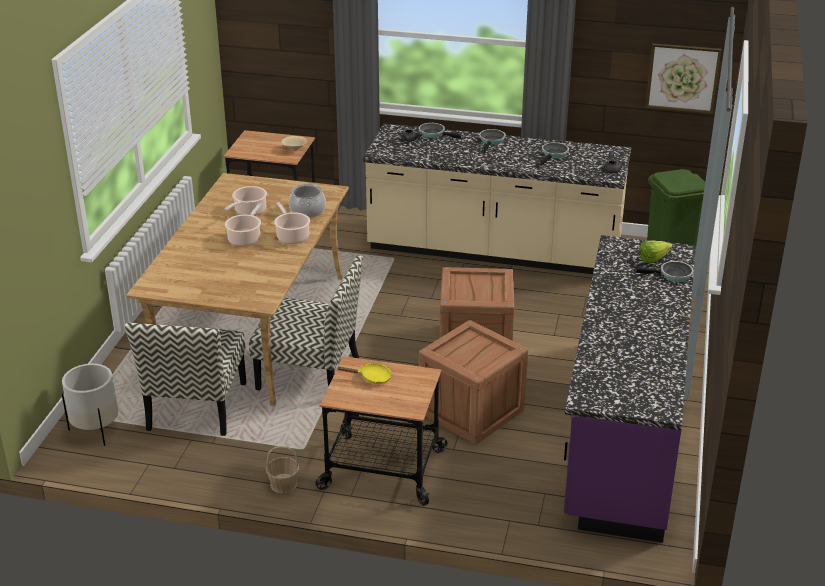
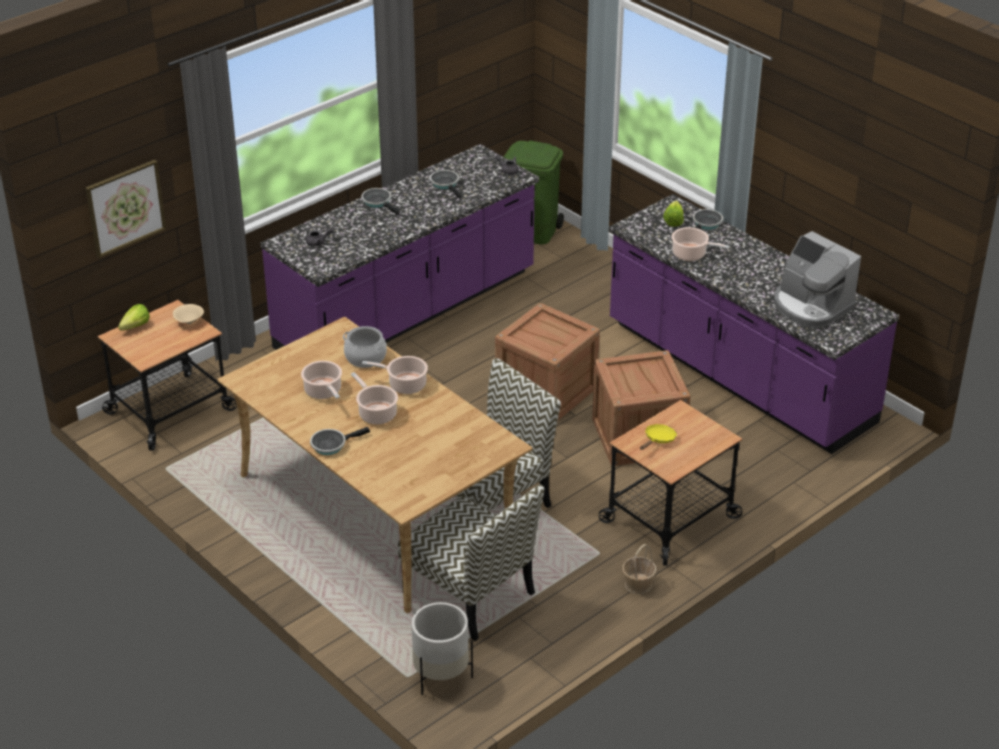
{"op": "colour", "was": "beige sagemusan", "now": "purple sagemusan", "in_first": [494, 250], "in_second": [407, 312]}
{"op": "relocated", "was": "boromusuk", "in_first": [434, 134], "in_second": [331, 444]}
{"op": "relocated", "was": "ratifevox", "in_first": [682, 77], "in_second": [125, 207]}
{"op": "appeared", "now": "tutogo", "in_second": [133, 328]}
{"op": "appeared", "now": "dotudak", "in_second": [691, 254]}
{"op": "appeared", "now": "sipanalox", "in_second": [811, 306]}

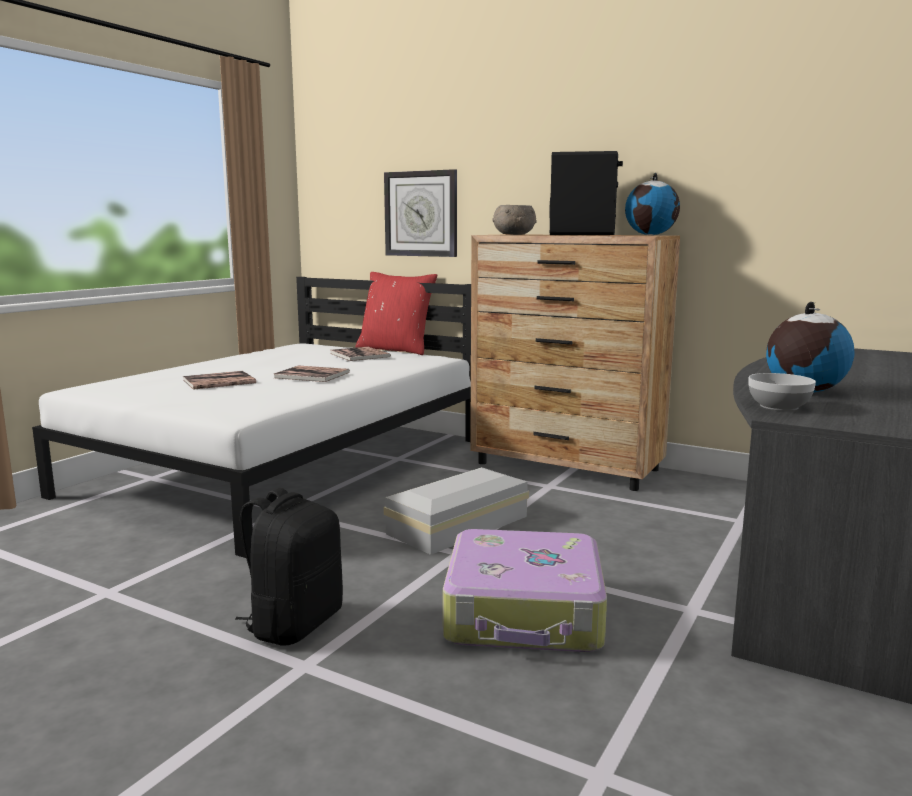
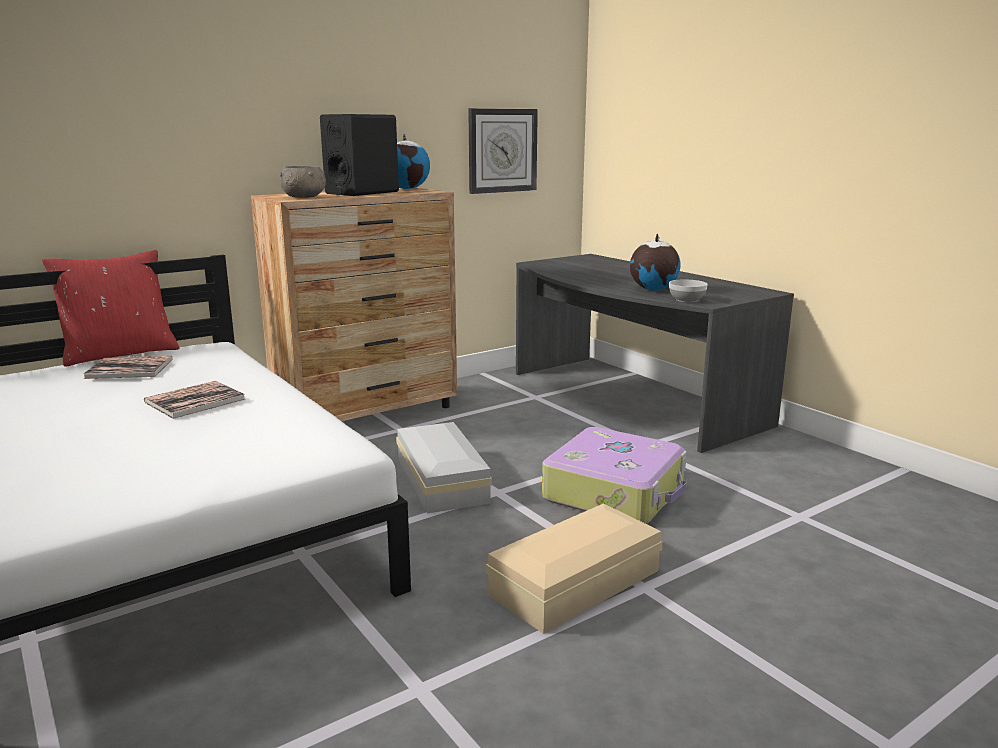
{"op": "missing", "was": "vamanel", "in_first": [219, 382]}
{"op": "exchanged", "was": "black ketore", "now": "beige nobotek", "in_first": [294, 623], "in_second": [572, 582]}
{"op": "relocated", "was": "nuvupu", "in_first": [421, 214], "in_second": [502, 150]}

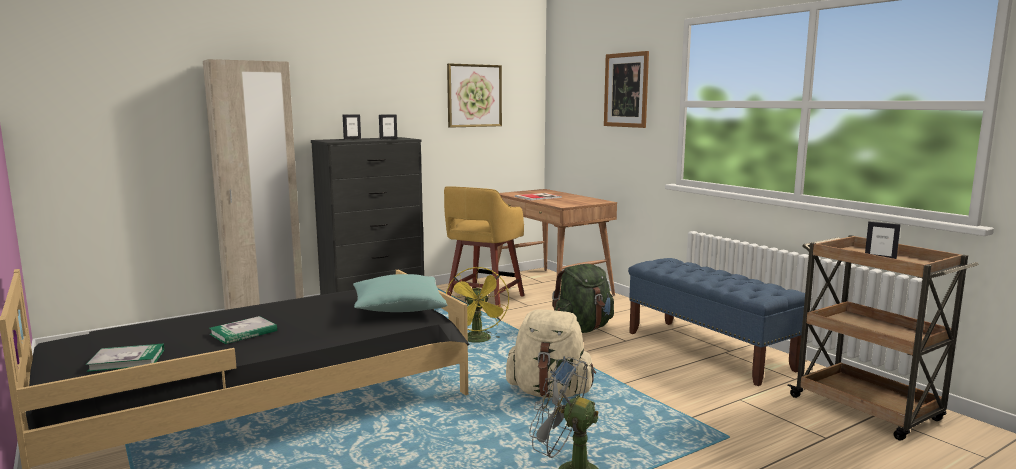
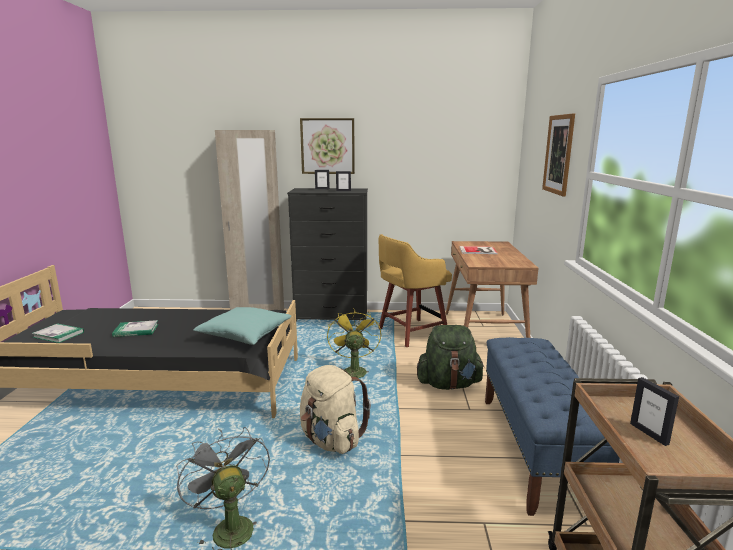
{"op": "spun", "was": "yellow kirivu", "in_first": [479, 341], "in_second": [353, 370], "clockwise": 150}
{"op": "relocated", "was": "ratifevox", "in_first": [474, 95], "in_second": [327, 146]}

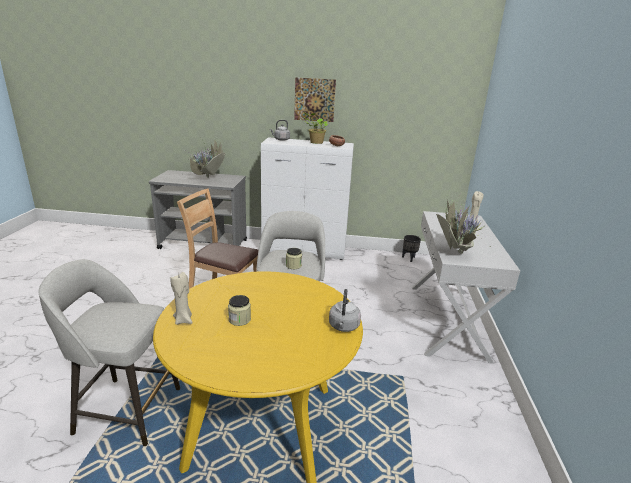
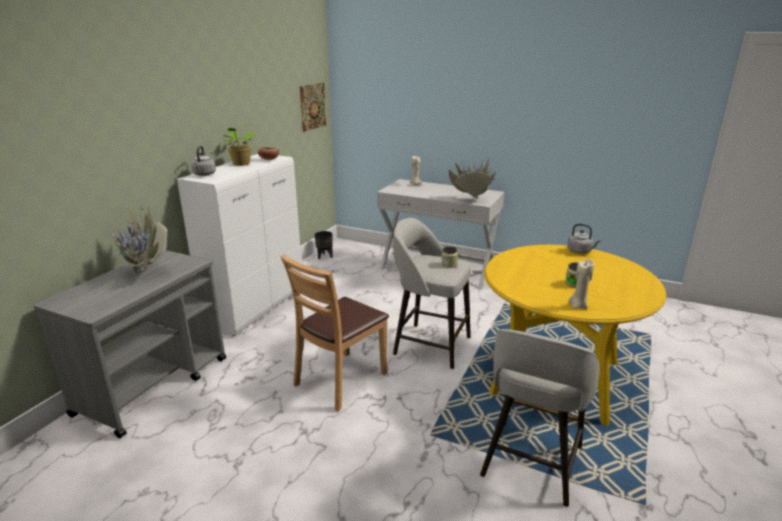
{"op": "relocated", "was": "ratifevox", "in_first": [314, 100], "in_second": [313, 106]}

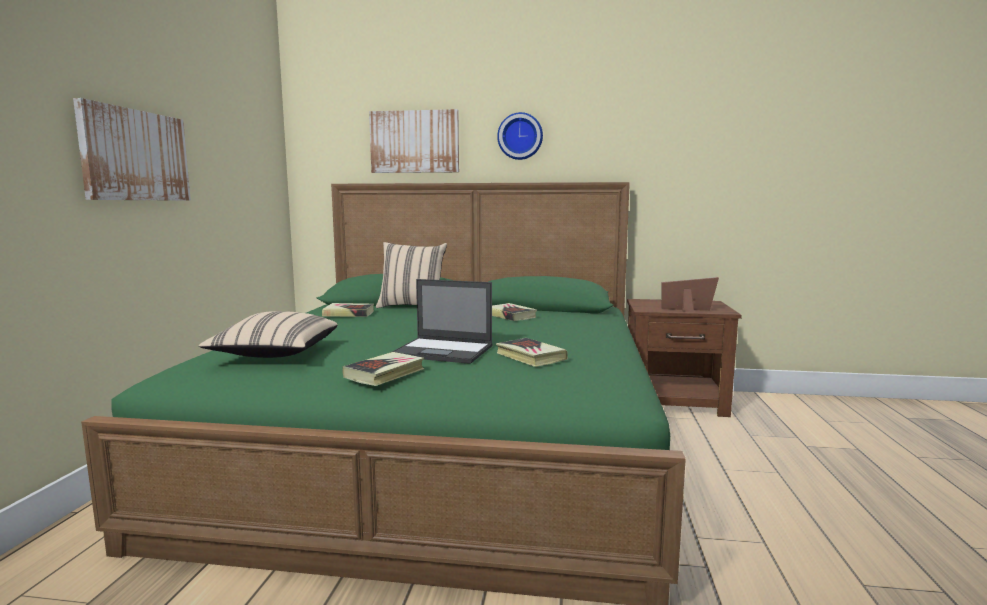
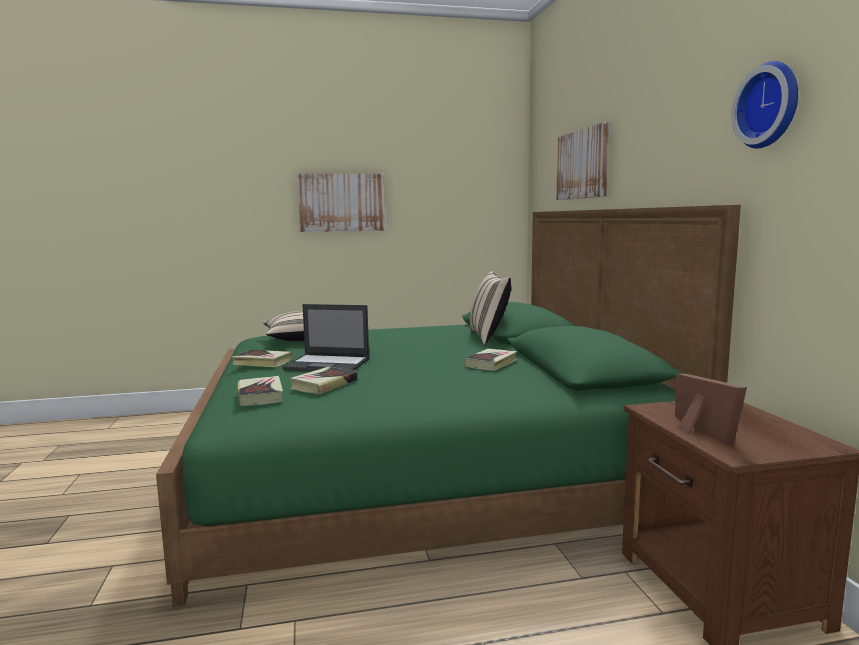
{"op": "relocated", "was": "vamanel", "in_first": [348, 314], "in_second": [260, 395]}
{"op": "spun", "was": "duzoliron", "in_first": [444, 351], "in_second": [328, 364], "clockwise": -75}
{"op": "relocated", "was": "nuvupu", "in_first": [520, 136], "in_second": [770, 105]}

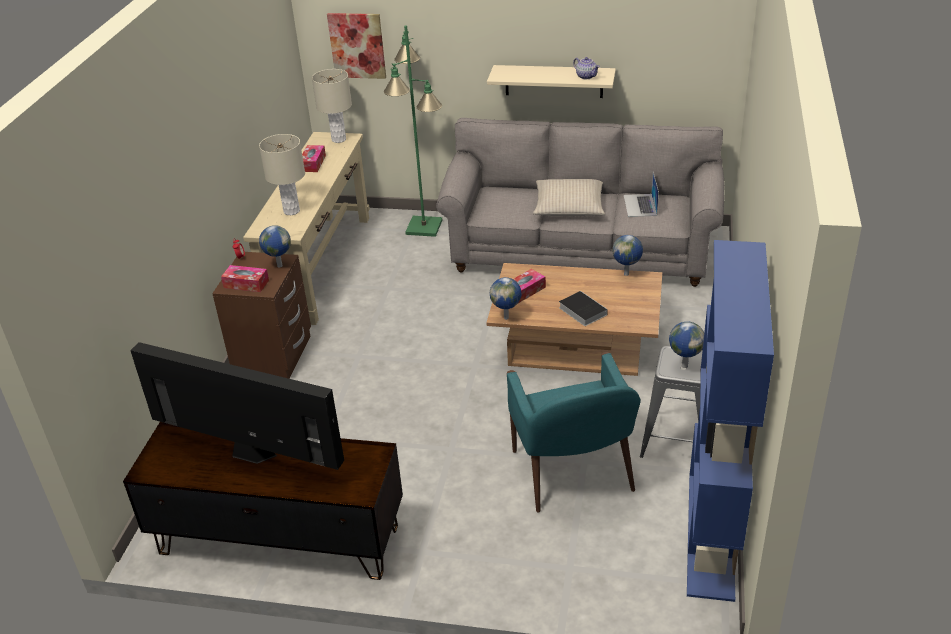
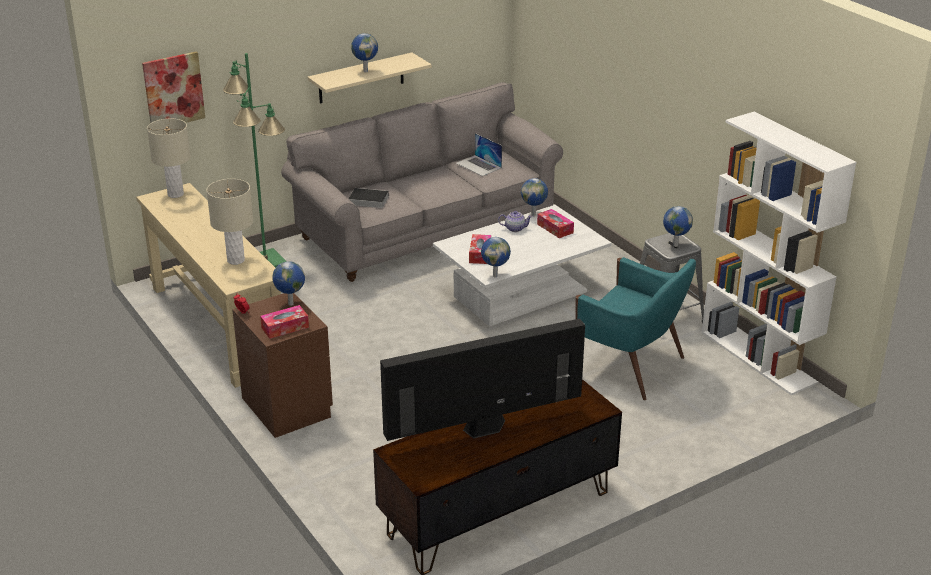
{"op": "relocated", "was": "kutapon", "in_first": [313, 163], "in_second": [555, 228]}
{"op": "colour", "was": "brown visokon", "now": "white visokon", "in_first": [576, 348], "in_second": [520, 294]}
{"op": "missing", "was": "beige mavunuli", "in_first": [569, 206]}
{"op": "relocated", "was": "vamanel", "in_first": [581, 310], "in_second": [367, 200]}
{"op": "relocated", "was": "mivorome", "in_first": [586, 76], "in_second": [514, 228]}
{"op": "colour", "was": "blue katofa", "now": "white katofa", "in_first": [711, 535], "in_second": [759, 357]}
{"op": "appeared", "now": "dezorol", "in_second": [365, 71]}

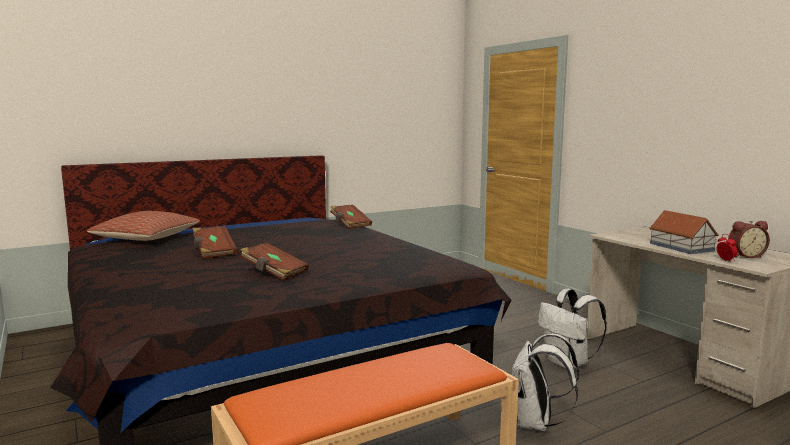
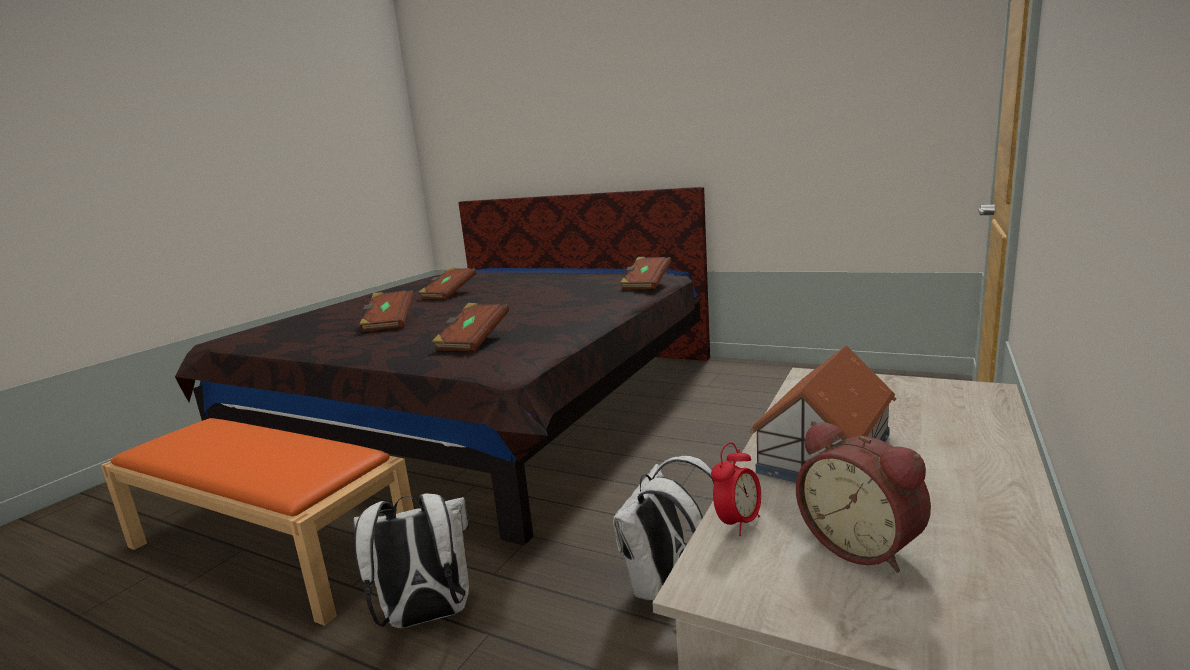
{"op": "missing", "was": "mavunuli", "in_first": [146, 238]}
{"op": "appeared", "now": "brown vamanel", "in_second": [472, 341]}

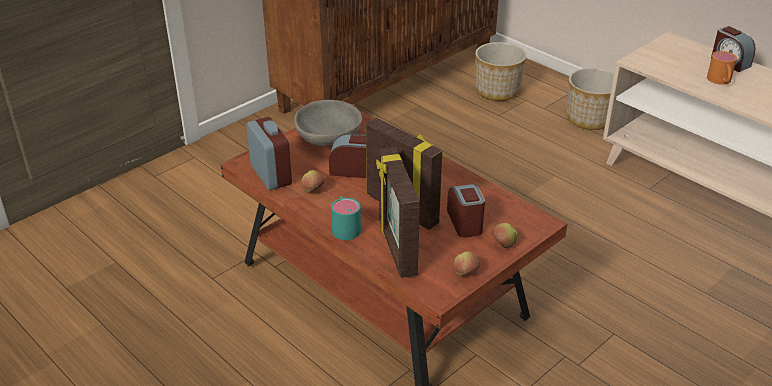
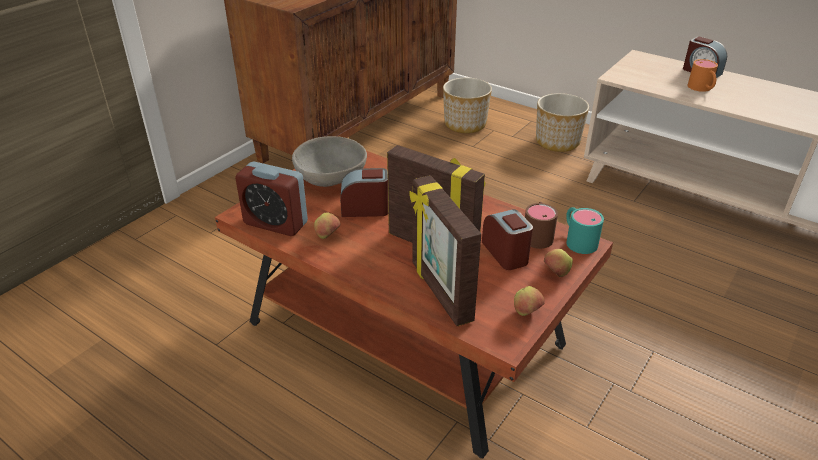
{"op": "spun", "was": "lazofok", "in_first": [271, 175], "in_second": [275, 223], "clockwise": 150}
{"op": "relocated", "was": "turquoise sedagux", "in_first": [345, 226], "in_second": [577, 240]}
{"op": "appeared", "now": "brown sedagux", "in_second": [537, 234]}

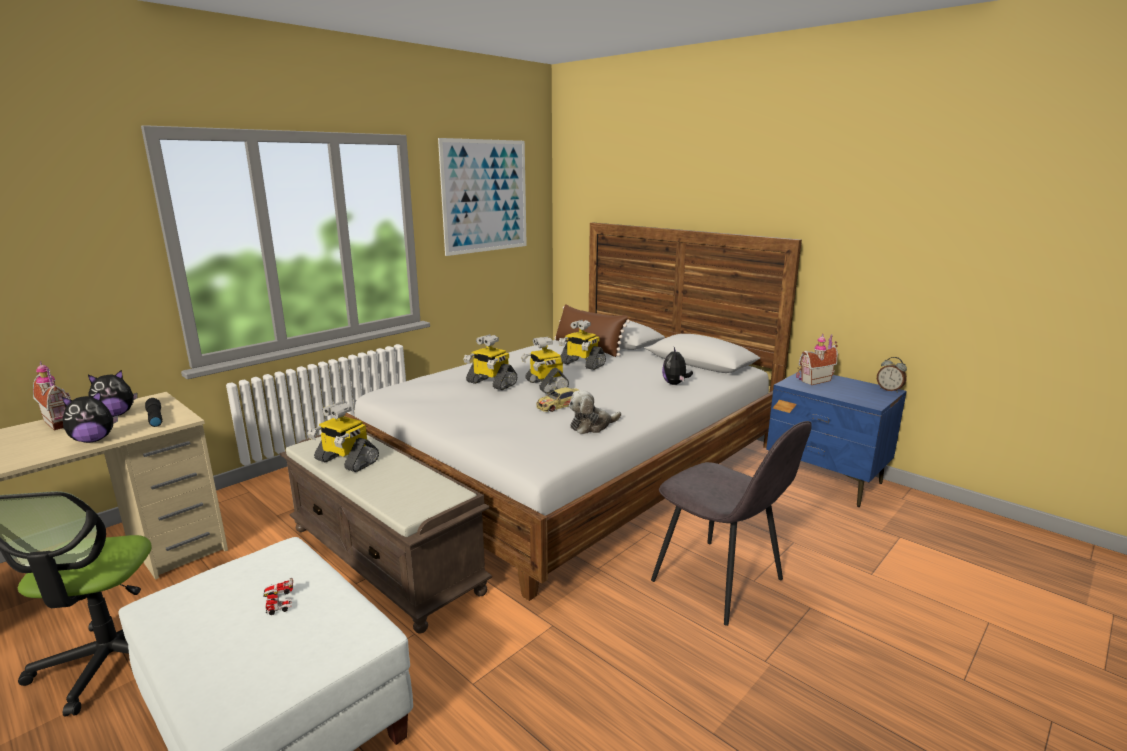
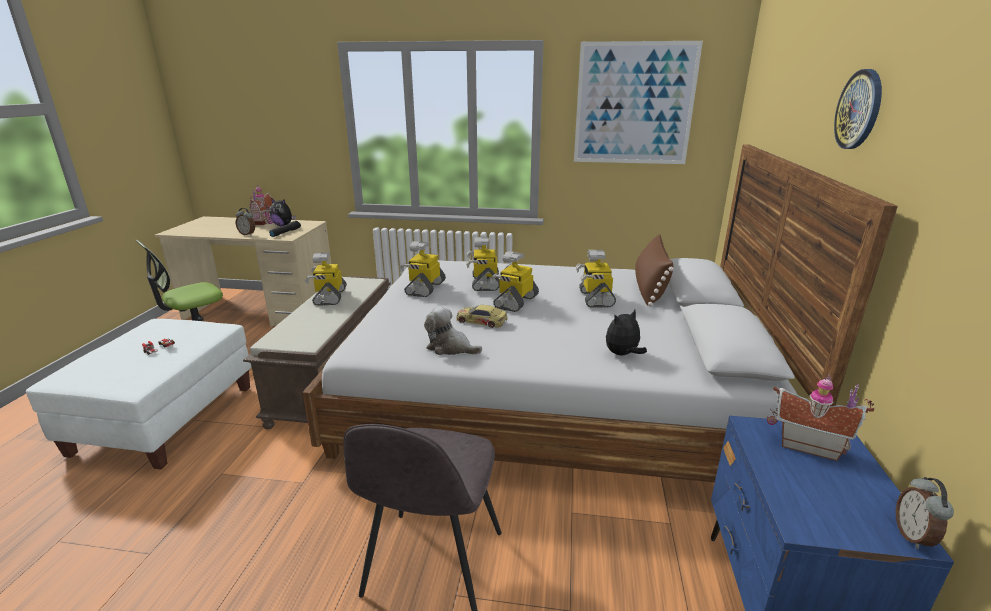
{"op": "exchanged", "was": "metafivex", "now": "lazofok", "in_first": [93, 440], "in_second": [247, 234]}
{"op": "appeared", "now": "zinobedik", "in_second": [424, 288]}
{"op": "appeared", "now": "nuvupu", "in_second": [859, 109]}

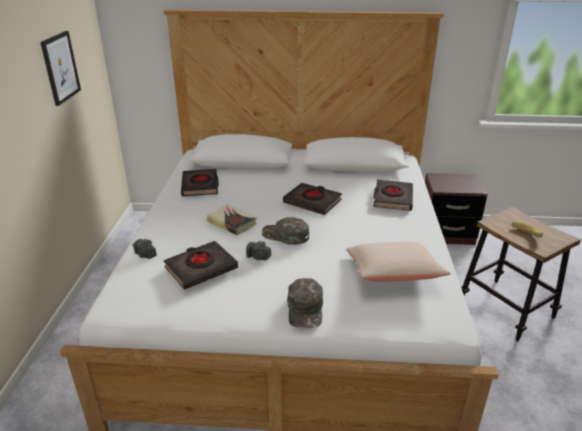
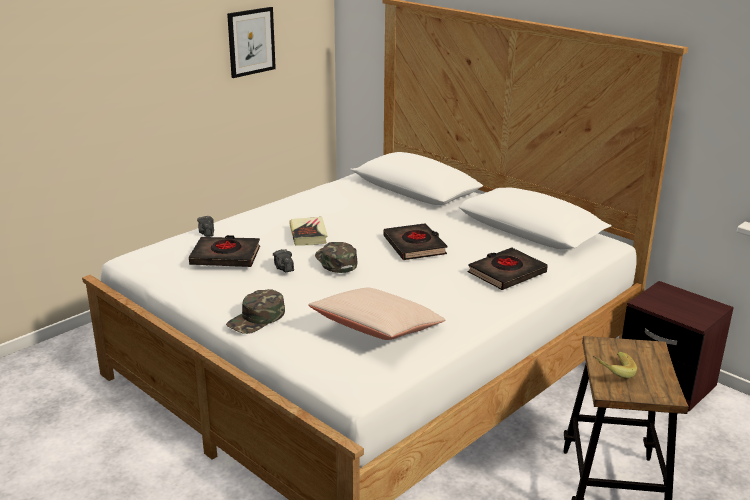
{"op": "missing", "was": "black vamanel", "in_first": [200, 186]}

